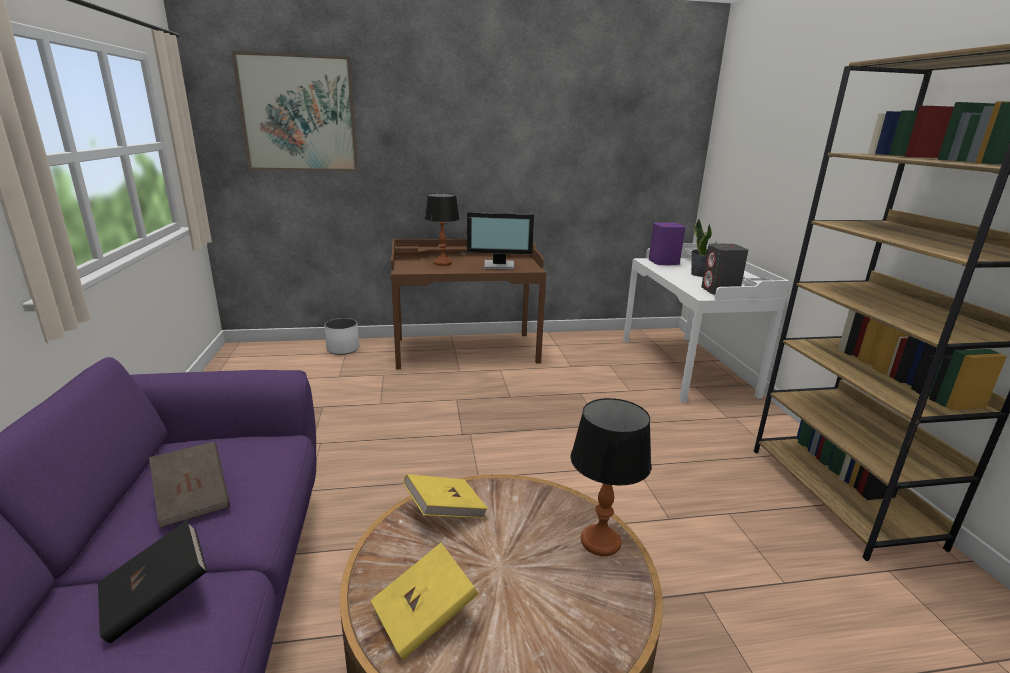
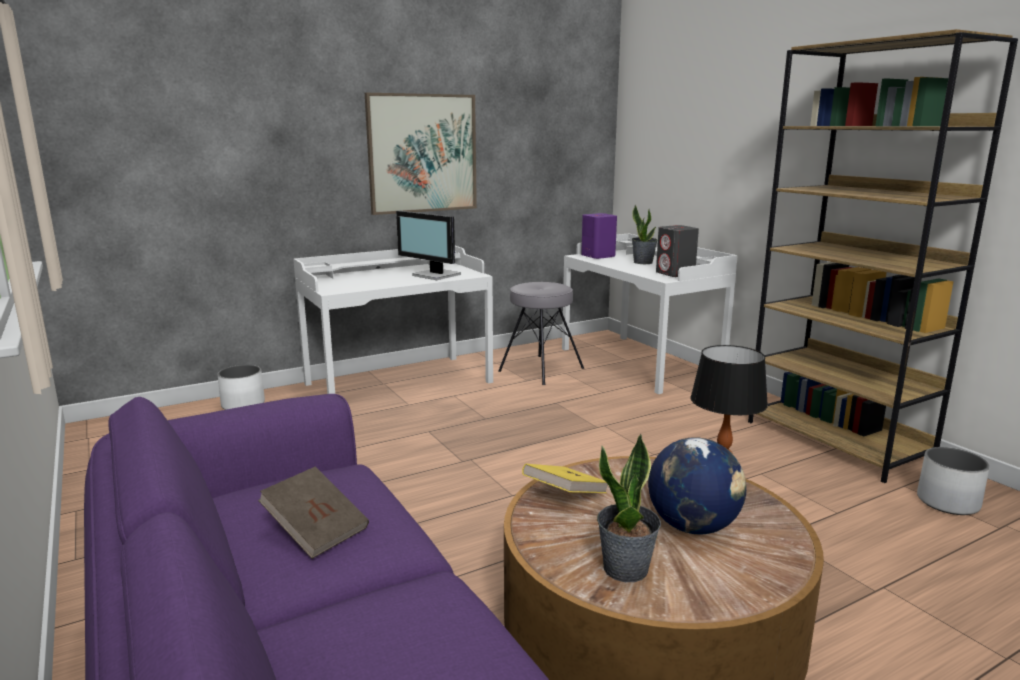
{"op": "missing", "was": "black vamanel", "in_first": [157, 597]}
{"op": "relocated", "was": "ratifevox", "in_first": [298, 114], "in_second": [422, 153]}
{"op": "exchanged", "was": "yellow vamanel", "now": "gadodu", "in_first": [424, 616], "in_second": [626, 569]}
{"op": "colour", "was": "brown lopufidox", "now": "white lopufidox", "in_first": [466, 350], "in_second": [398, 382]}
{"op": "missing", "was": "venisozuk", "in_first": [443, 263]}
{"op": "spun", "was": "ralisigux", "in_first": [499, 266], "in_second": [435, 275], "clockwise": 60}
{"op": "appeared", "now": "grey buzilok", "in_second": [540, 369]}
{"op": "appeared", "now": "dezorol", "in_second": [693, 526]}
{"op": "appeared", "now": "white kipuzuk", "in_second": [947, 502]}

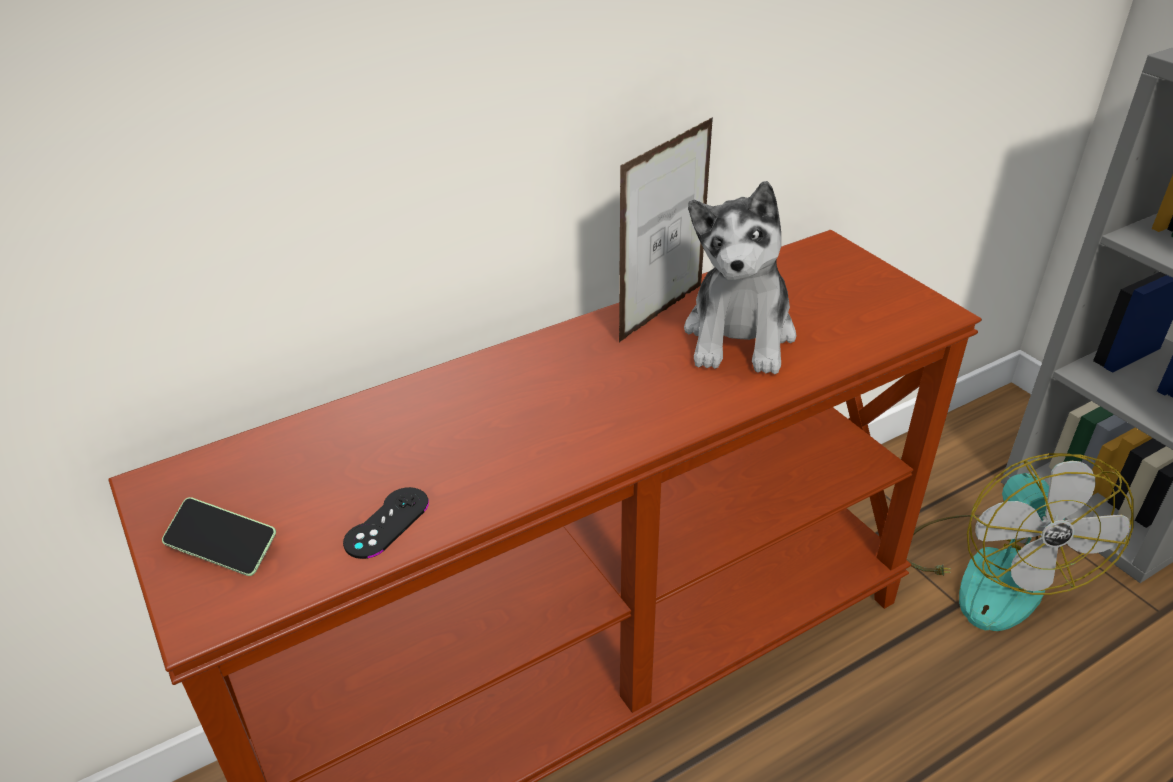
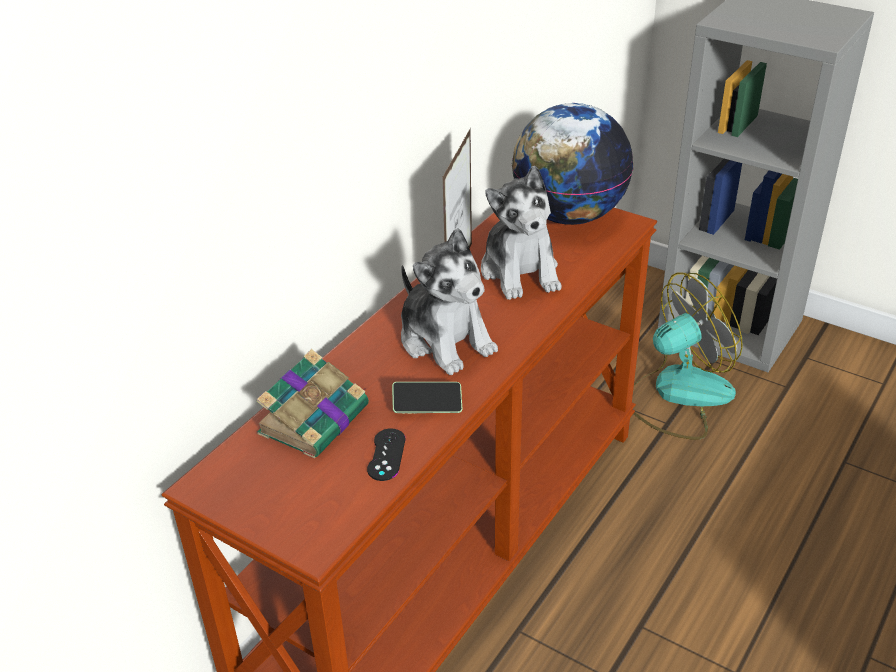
{"op": "relocated", "was": "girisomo", "in_first": [223, 547], "in_second": [427, 405]}
{"op": "spun", "was": "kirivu", "in_first": [990, 571], "in_second": [677, 395], "clockwise": -90}
{"op": "appeared", "now": "vamanel", "in_second": [315, 418]}
{"op": "appeared", "now": "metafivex", "in_second": [445, 340]}
{"op": "appeared", "now": "dezorol", "in_second": [568, 215]}

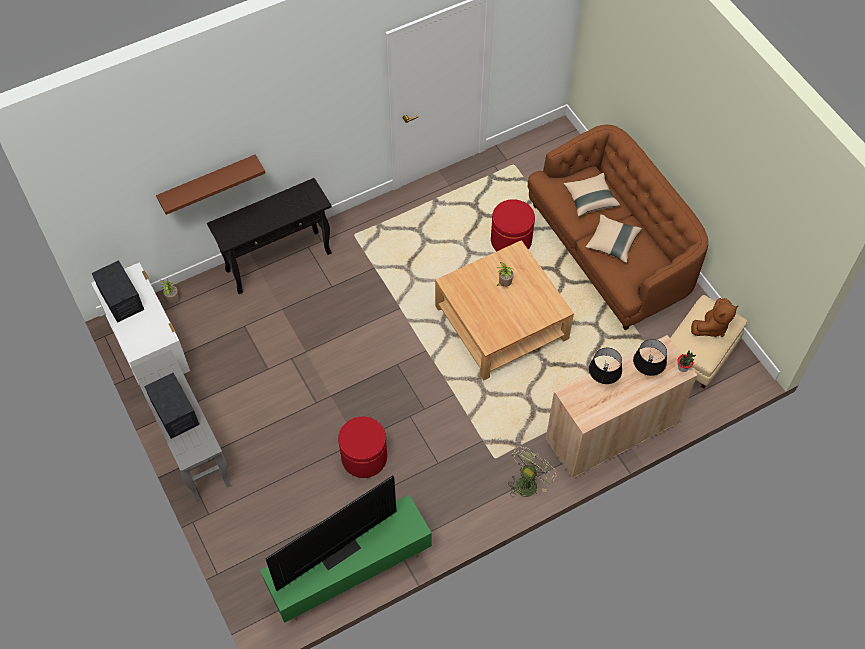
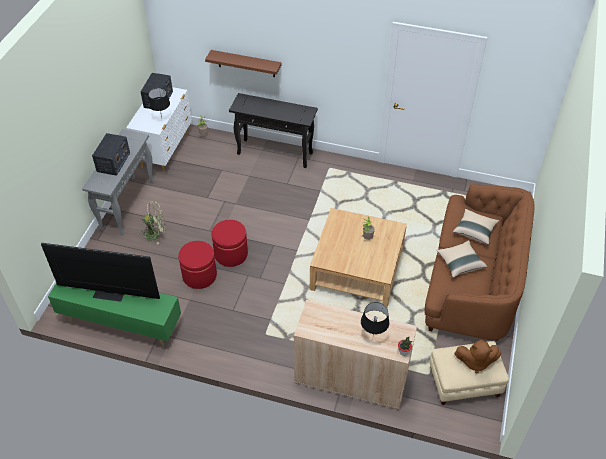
{"op": "relocated", "was": "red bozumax", "in_first": [511, 240], "in_second": [231, 254]}
{"op": "relocated", "was": "green kirivu", "in_first": [528, 482], "in_second": [156, 234]}
{"op": "relocated", "was": "black venisozuk", "in_first": [601, 383], "in_second": [162, 118]}

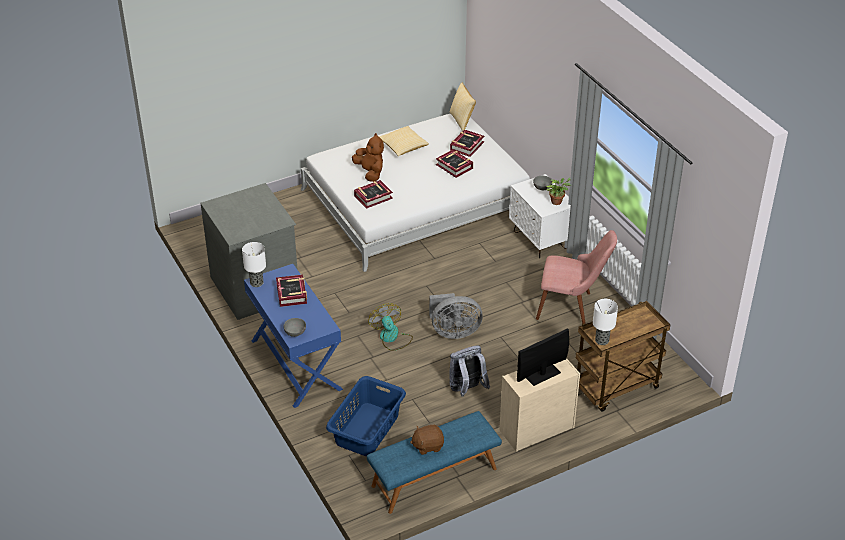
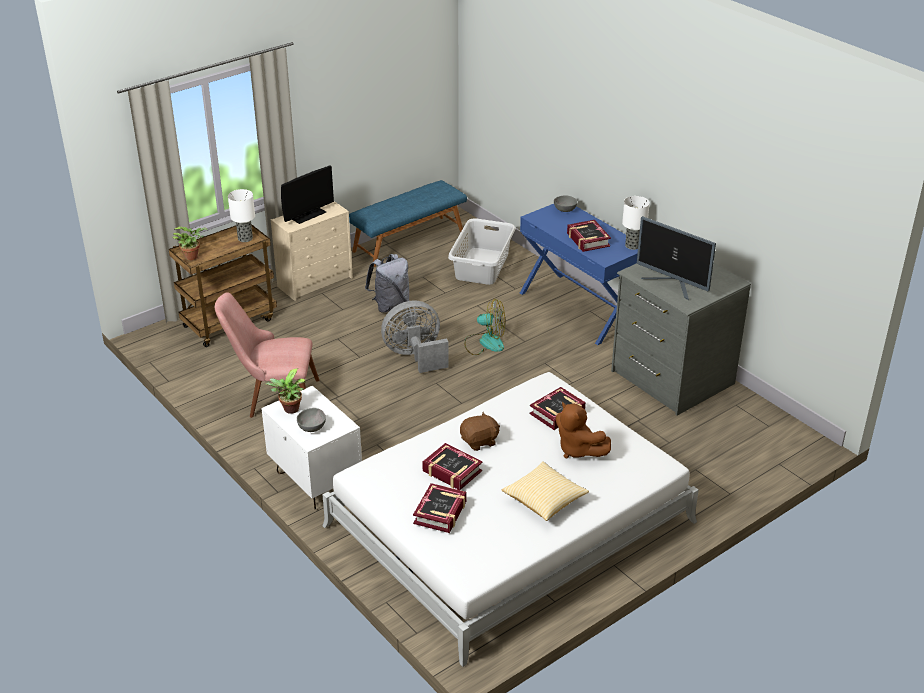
{"op": "colour", "was": "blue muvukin", "now": "grey muvukin", "in_first": [366, 429], "in_second": [482, 266]}
{"op": "spun", "was": "kirivu", "in_first": [391, 338], "in_second": [485, 342], "clockwise": -45}
{"op": "relocated", "was": "brown metafivex", "in_first": [427, 446], "in_second": [479, 441]}
{"op": "missing", "was": "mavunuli", "in_first": [462, 121]}
{"op": "appeared", "now": "gadodu", "in_second": [193, 256]}
{"op": "appeared", "now": "ralisigux", "in_second": [672, 285]}

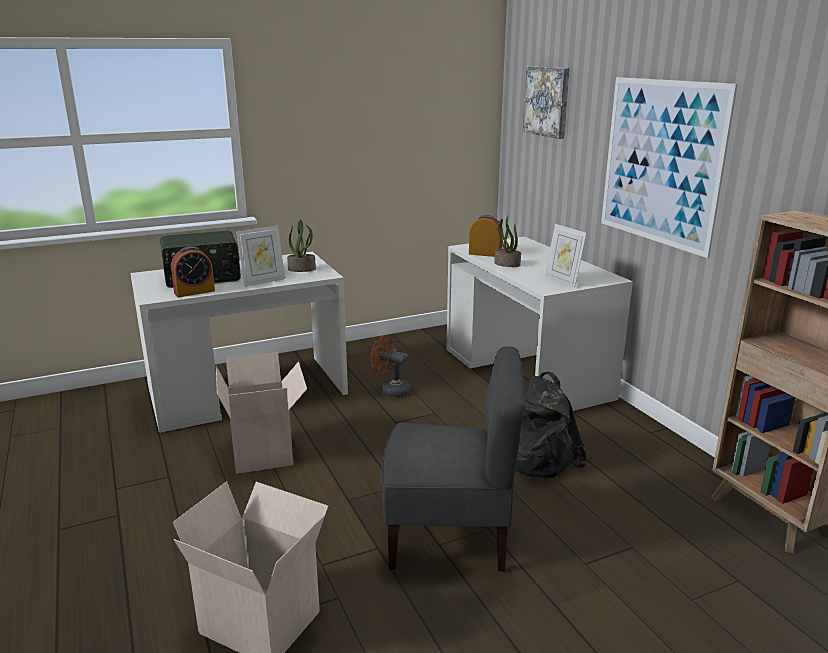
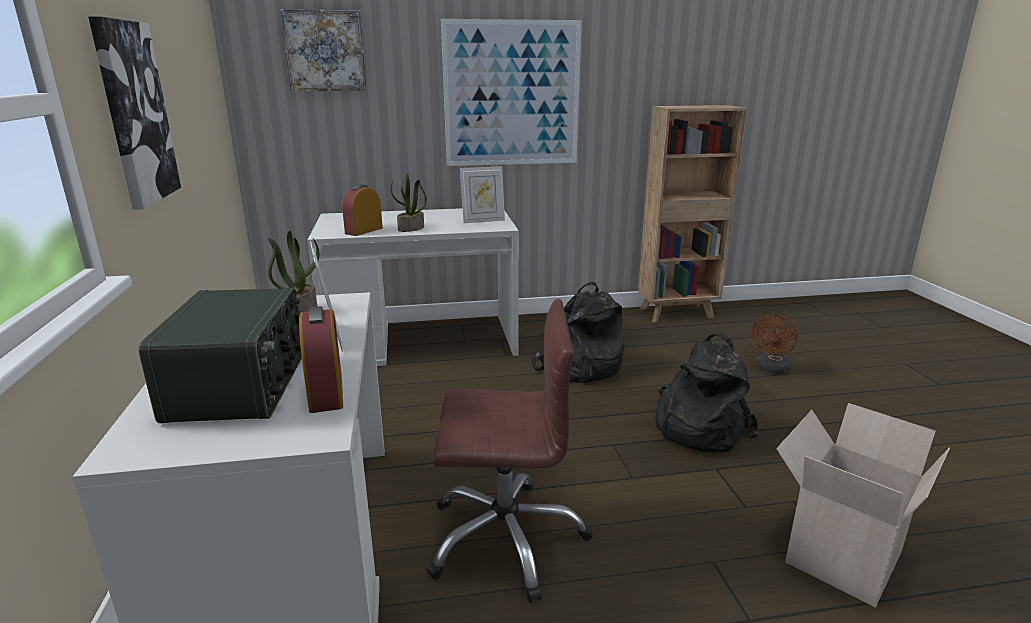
{"op": "exchanged", "was": "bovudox", "now": "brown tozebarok", "in_first": [265, 452], "in_second": [505, 537]}
{"op": "relocated", "was": "brown kirivu", "in_first": [391, 390], "in_second": [771, 369]}
{"op": "exchanged", "was": "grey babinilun", "now": "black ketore", "in_first": [449, 536], "in_second": [697, 427]}
{"op": "appeared", "now": "ratifevox", "in_second": [134, 113]}

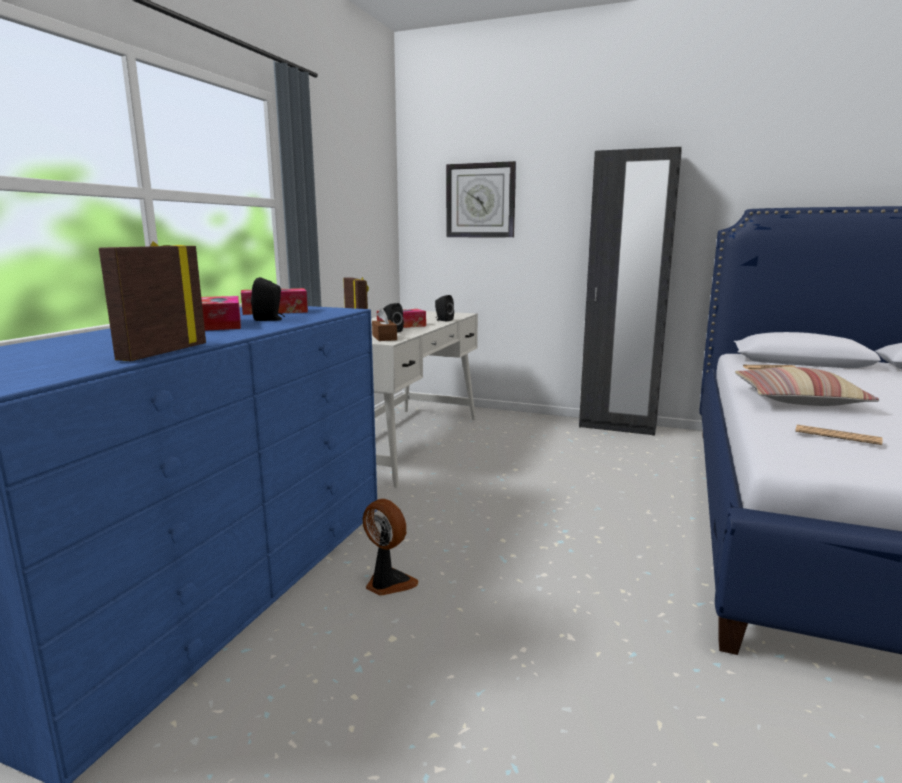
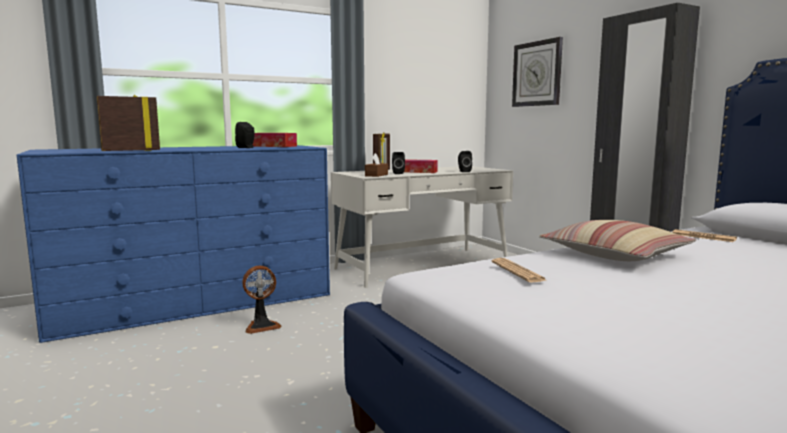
{"op": "missing", "was": "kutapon", "in_first": [220, 324]}
{"op": "spun", "was": "kirivu", "in_first": [388, 583], "in_second": [261, 326], "clockwise": 75}

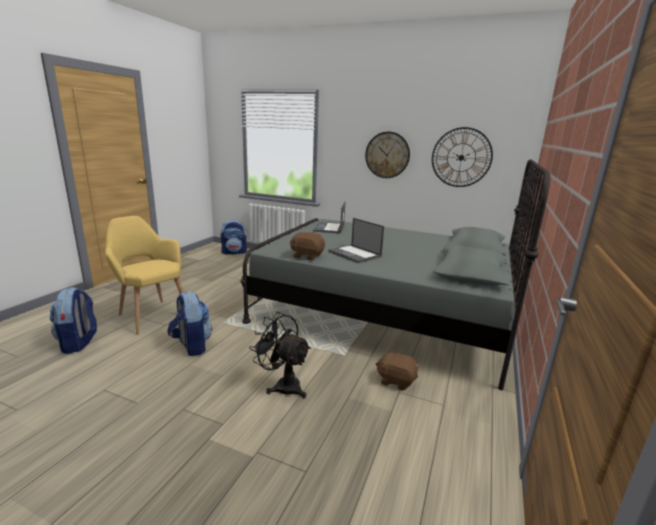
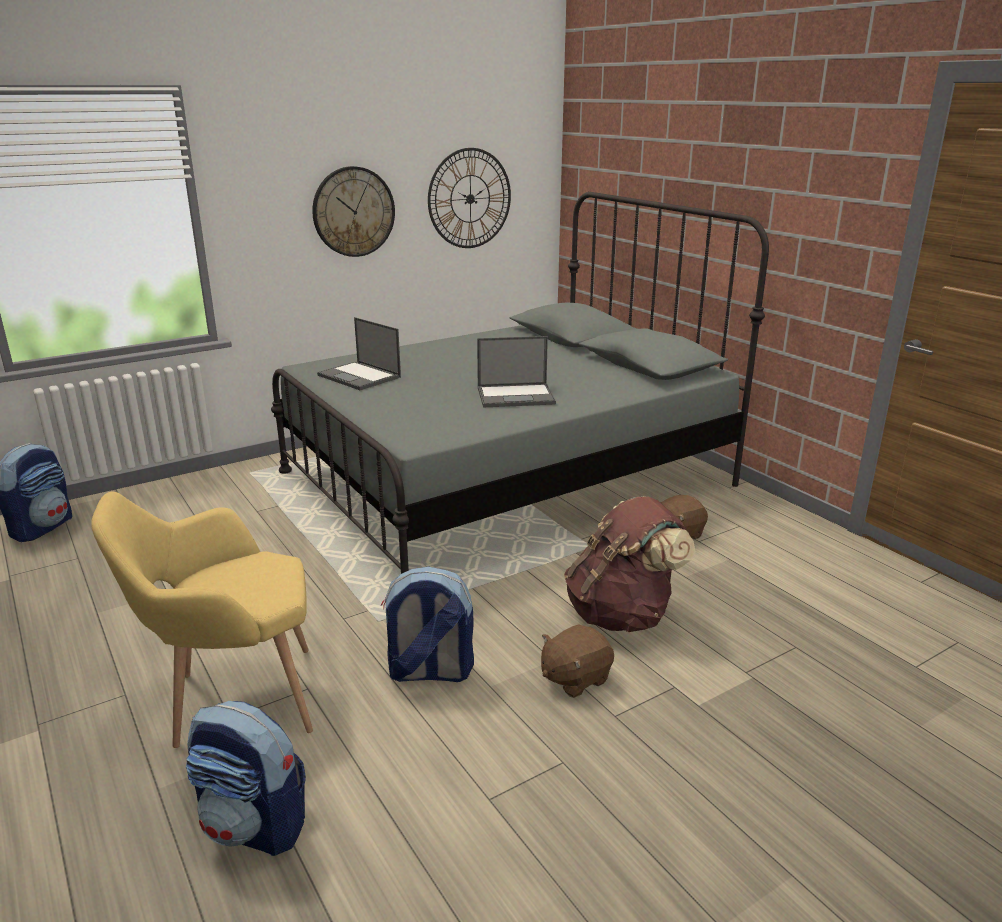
{"op": "exchanged", "was": "black kirivu", "now": "brown ketore", "in_first": [283, 385], "in_second": [622, 614]}
{"op": "relocated", "was": "brown metafivex", "in_first": [307, 256], "in_second": [574, 678]}

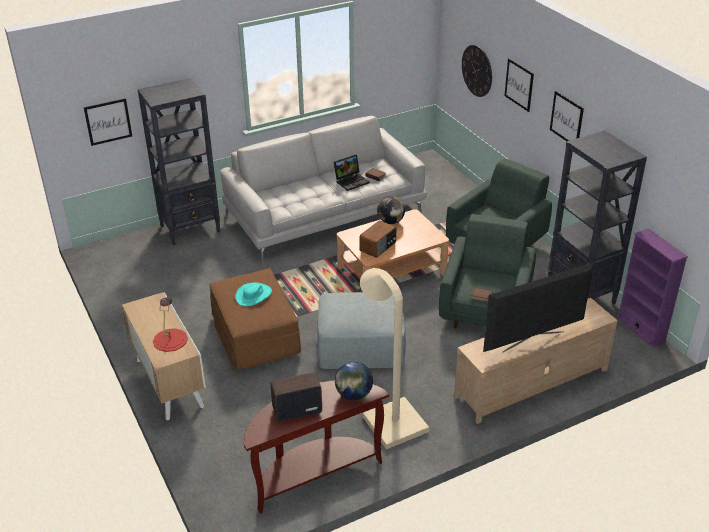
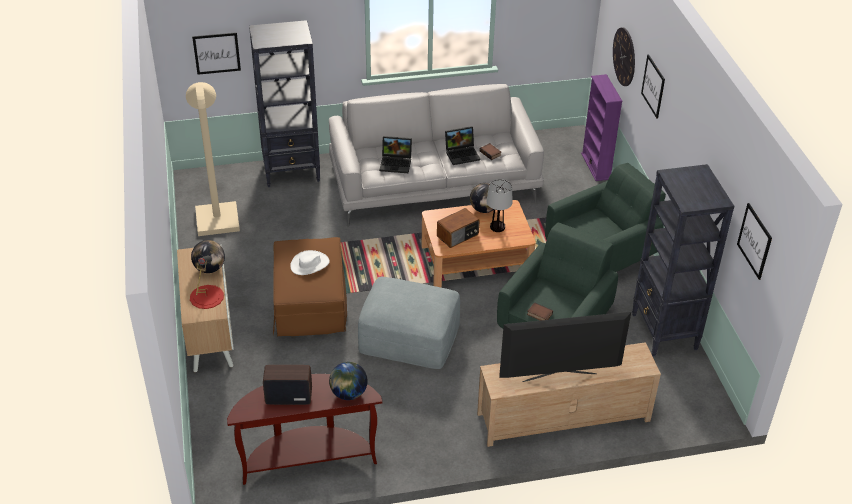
{"op": "colour", "was": "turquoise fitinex", "now": "white fitinex", "in_first": [253, 295], "in_second": [310, 264]}
{"op": "relocated", "was": "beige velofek", "in_first": [390, 418], "in_second": [217, 215]}
{"op": "relocated", "was": "ratifevox", "in_first": [566, 119], "in_second": [754, 241]}
{"op": "relocated", "was": "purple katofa", "in_first": [641, 329], "in_second": [595, 166]}
{"op": "appeared", "now": "dezorol", "in_second": [209, 269]}
{"op": "appeared", "now": "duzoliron", "in_second": [396, 163]}
{"op": "appeared", "now": "venisozuk", "in_second": [497, 227]}

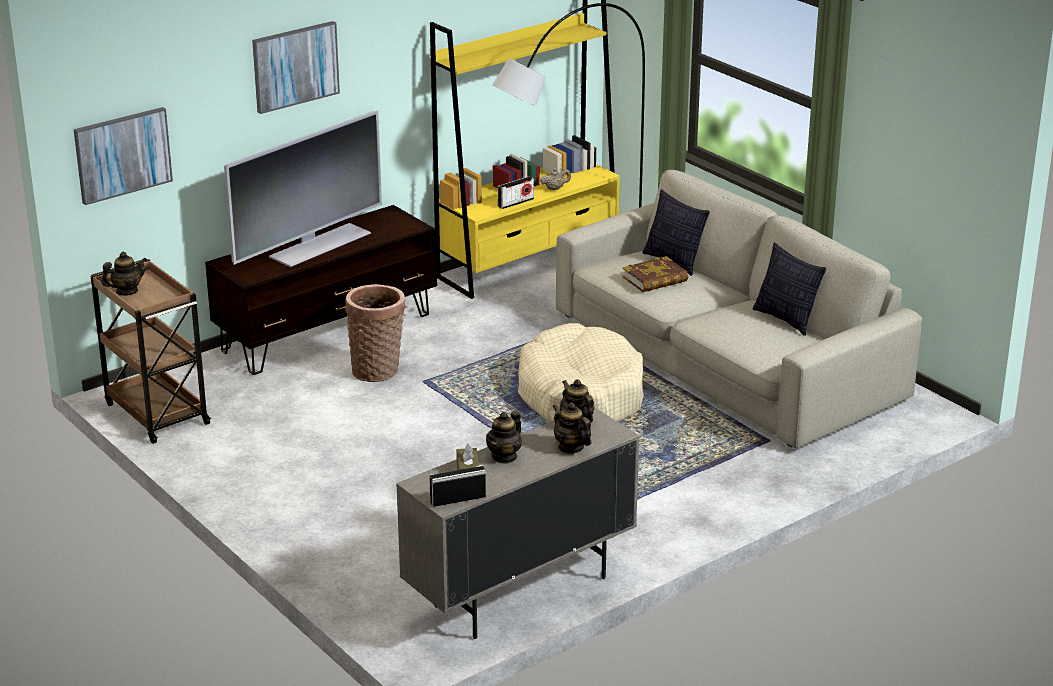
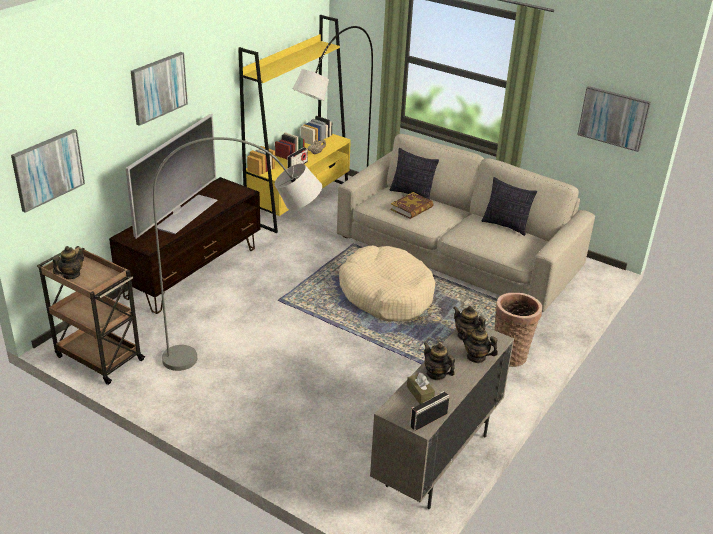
{"op": "relocated", "was": "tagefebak", "in_first": [378, 370], "in_second": [510, 354]}
{"op": "spun", "was": "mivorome", "in_first": [504, 456], "in_second": [436, 374], "clockwise": 120}
{"op": "appeared", "now": "grey velofek", "in_second": [245, 356]}
{"op": "appeared", "now": "ratifevox", "in_second": [613, 118]}

